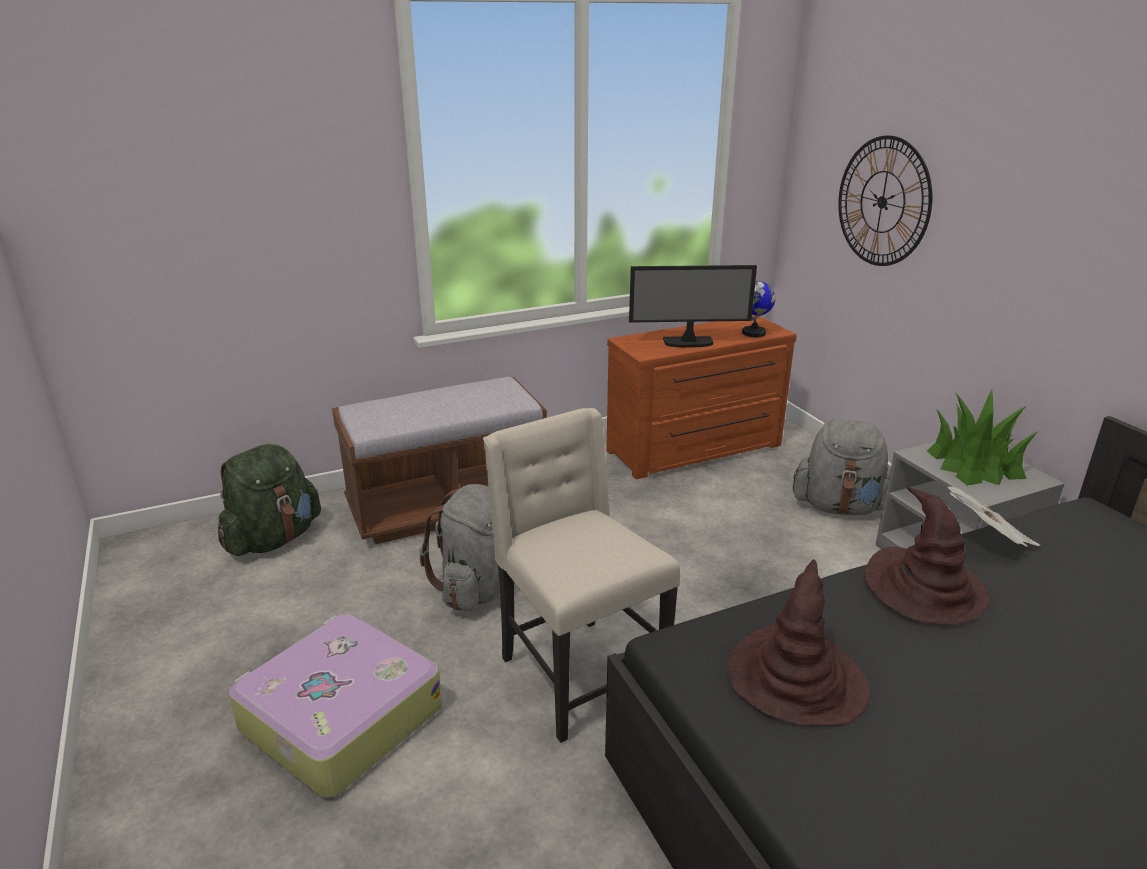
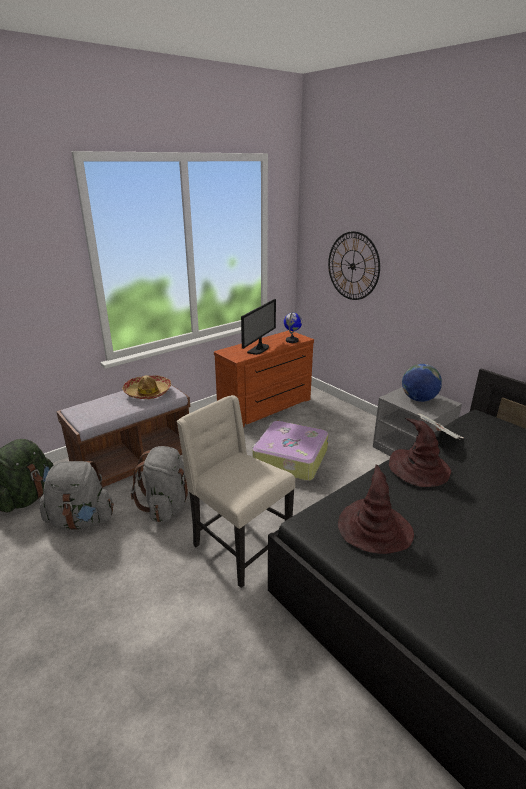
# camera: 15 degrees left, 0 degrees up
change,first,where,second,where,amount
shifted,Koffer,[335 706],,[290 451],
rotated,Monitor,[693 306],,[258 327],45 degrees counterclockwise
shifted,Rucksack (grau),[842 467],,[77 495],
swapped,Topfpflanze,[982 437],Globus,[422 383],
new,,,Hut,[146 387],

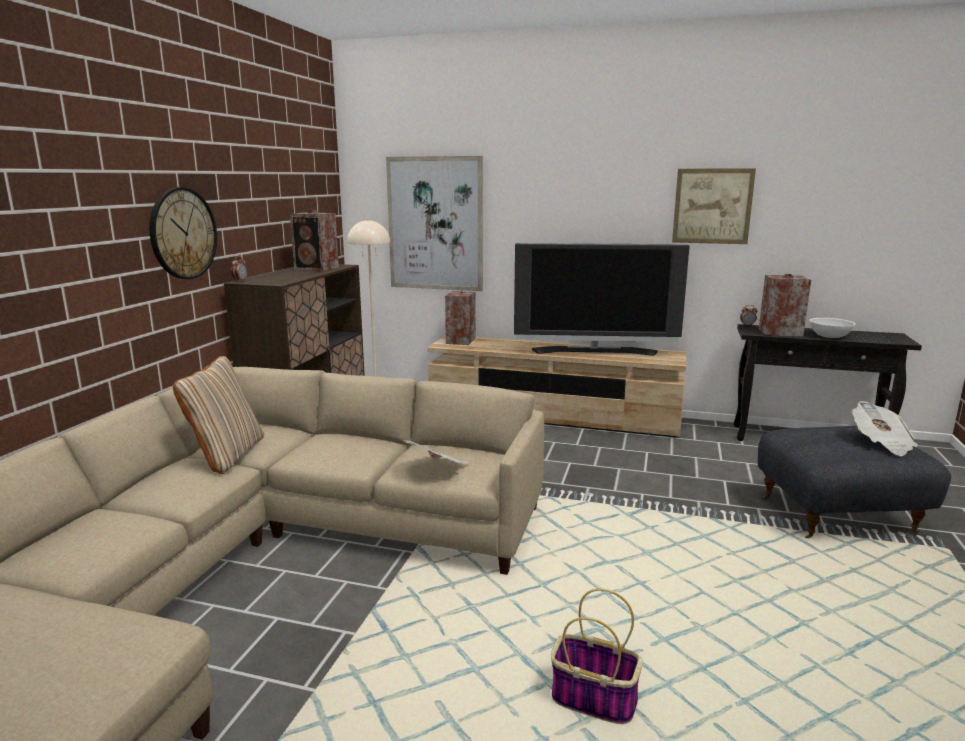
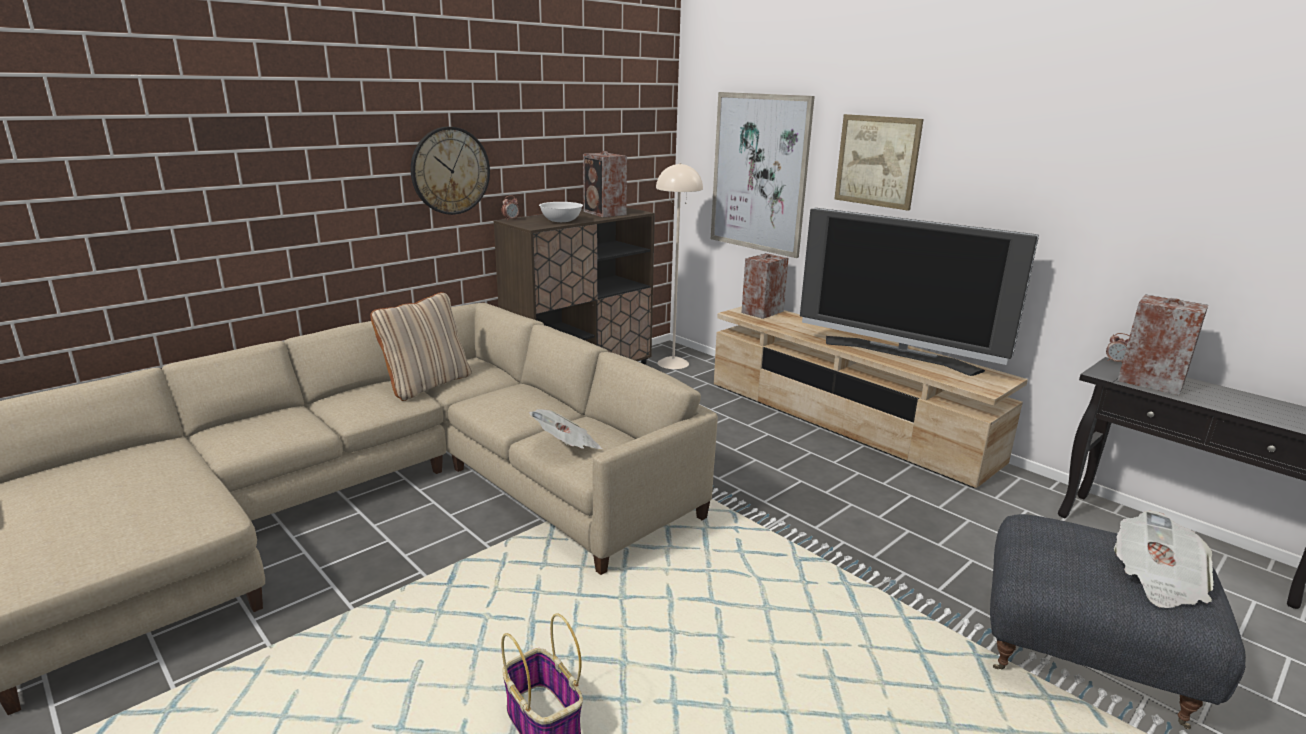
# camera: 30 degrees right, 5 degrees up
change,first,where,second,where,amount
shifted,Bild,[714 206],,[879 162],
shifted,Schüssel (weiß),[832 328],,[561 212],

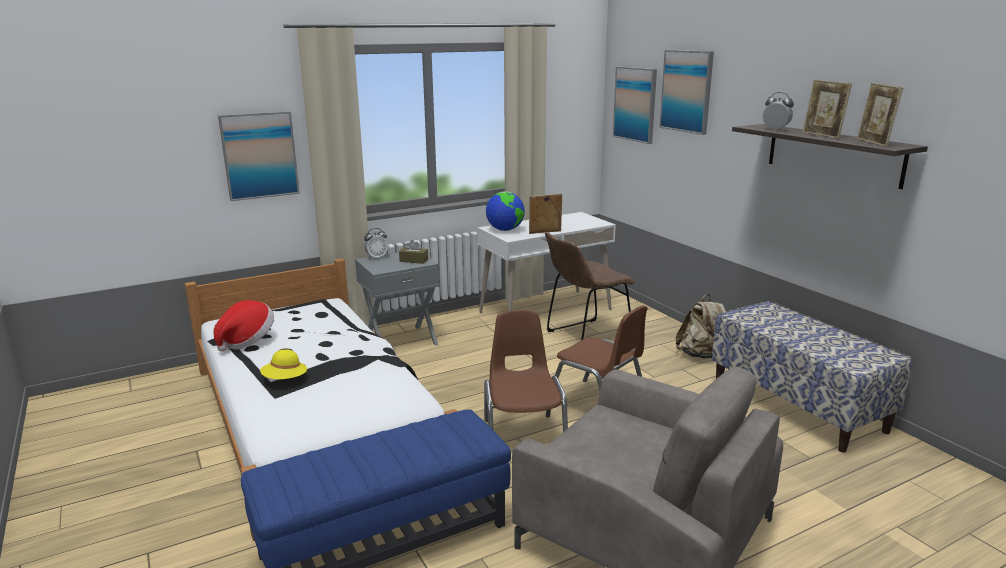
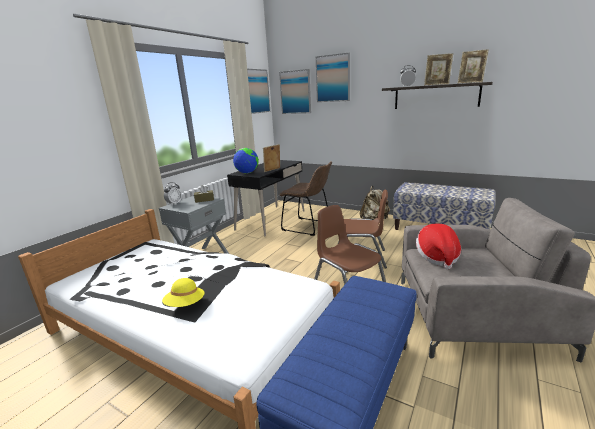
# camera: 30 degrees left, 0 degrees up
change,first,where,second,where,amount
shifted,Hut,[244 326],,[438 246],
shifted,Bild,[259 156],,[258 91],
repainted,Schreibtisch (weiß),[547 262],Schreibtisch (schwarz),[266 198],
rotated,Stuhl (braun),[590 286],,[306 198],90 degrees counterclockwise

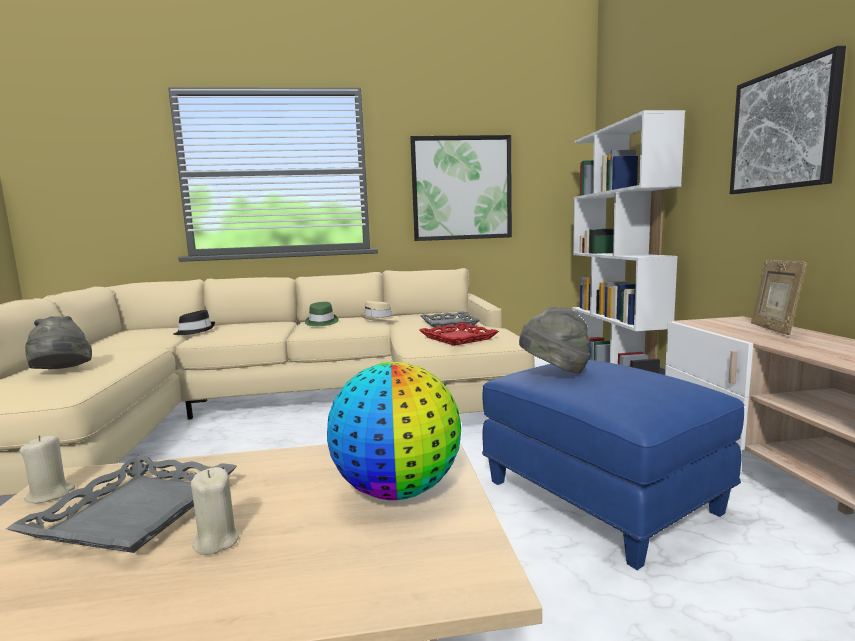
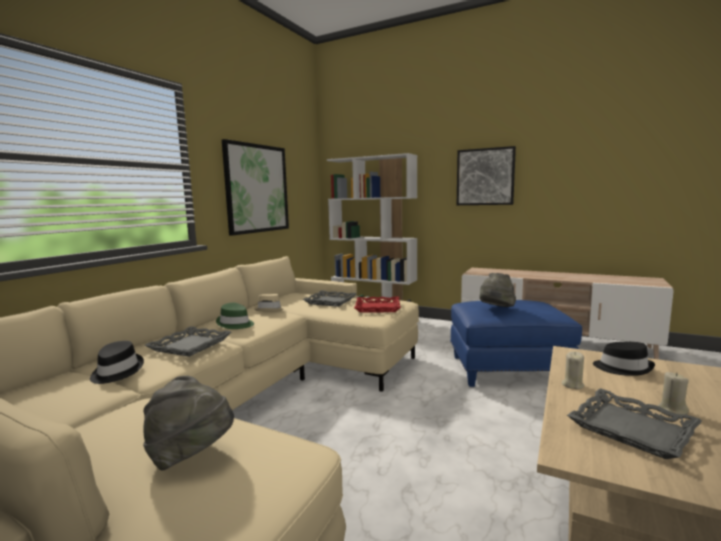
# camera: 55 degrees left, 0 degrees up
change,first,where,second,where,amount
shifted,Kerze (beige),[47 469],,[573 370],
swapped,Globus,[394 431],Hut (schwarz),[624 359],
gone,Bilderrahmen,[779 297],,,
new,,,Tablett (grau),[187 341],

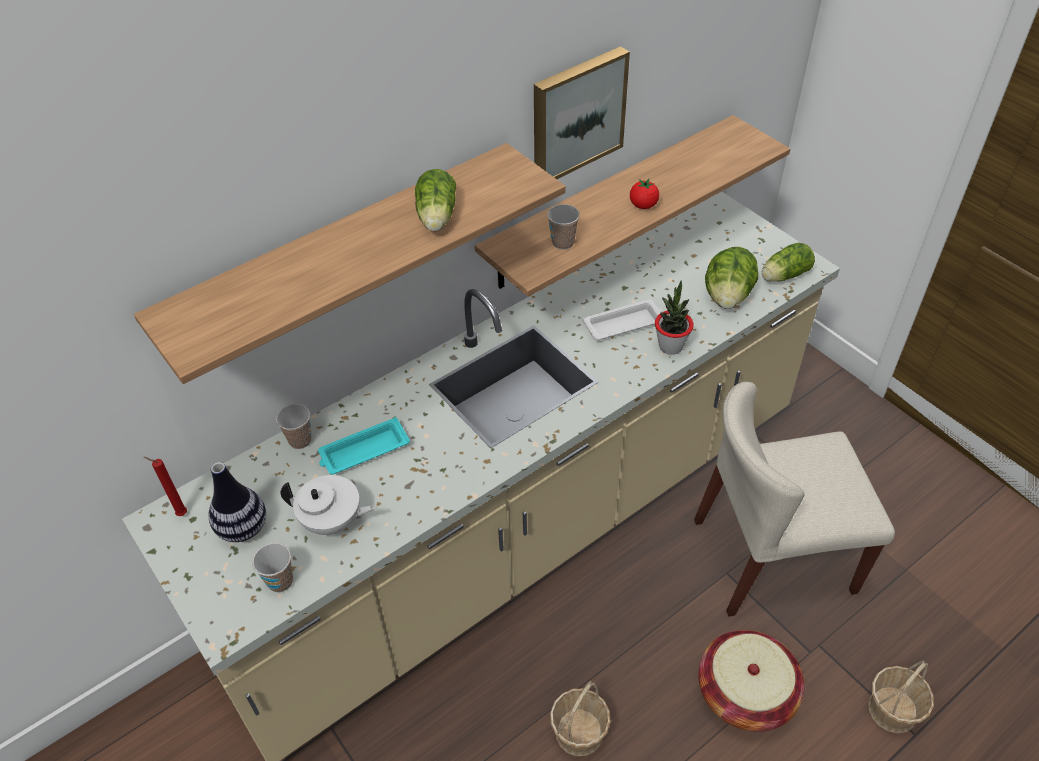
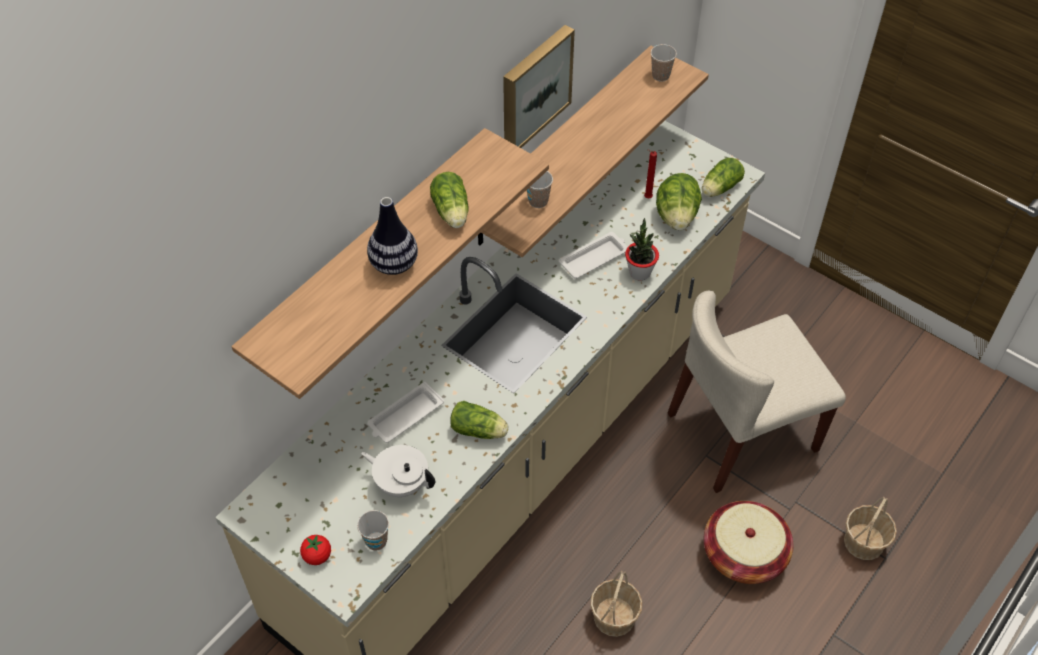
# camera: 15 degrees left, 5 degrees up
change,first,where,second,where,amount
shifted,Kerze (rot),[165 486],,[650 174],
shifted,Vase,[237 502],,[392 236],
shifted,Tasse,[293 426],,[664 63],
rotated,Teekanne (weiß),[328 505],,[398 471],150 degrees counterclockwise
repainted,Tablett (türkis),[364 446],Tablett (weiß),[405 412],
shifted,Tomate,[644 194],,[315 550],
new,,,Salatkopf,[479 420],

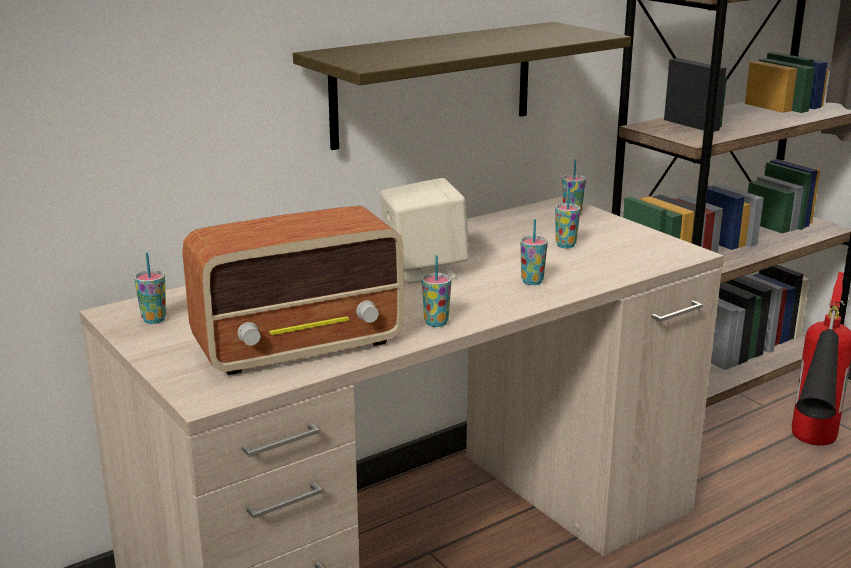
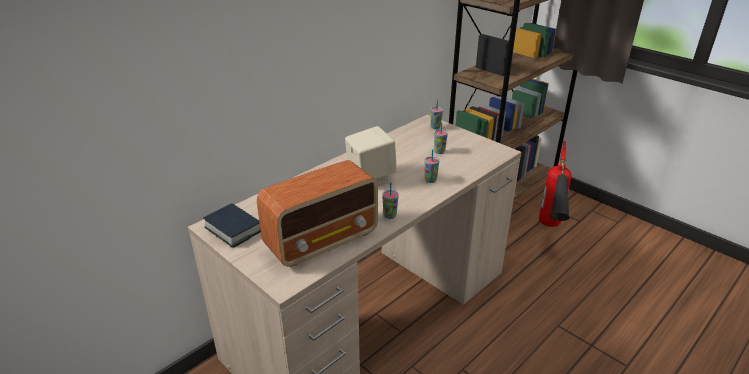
# camera: 10 degrees left, 10 degrees up
change,first,where,second,where,amount
swapped,Tasse,[150 288],Buch,[232 225],
gone,Wandregal,[462 86],,,

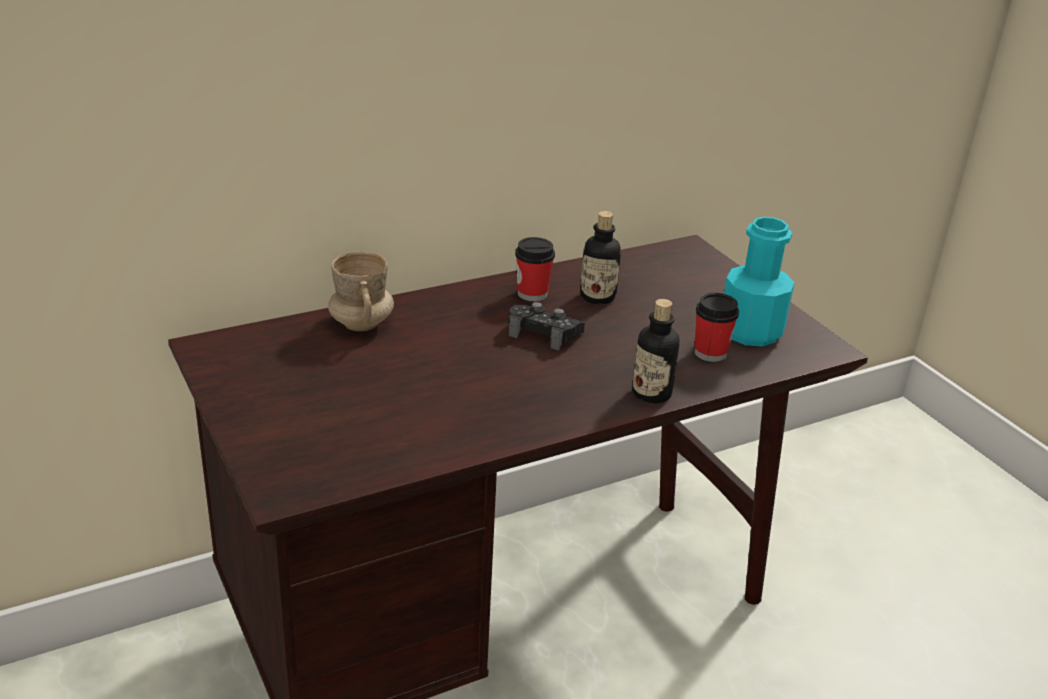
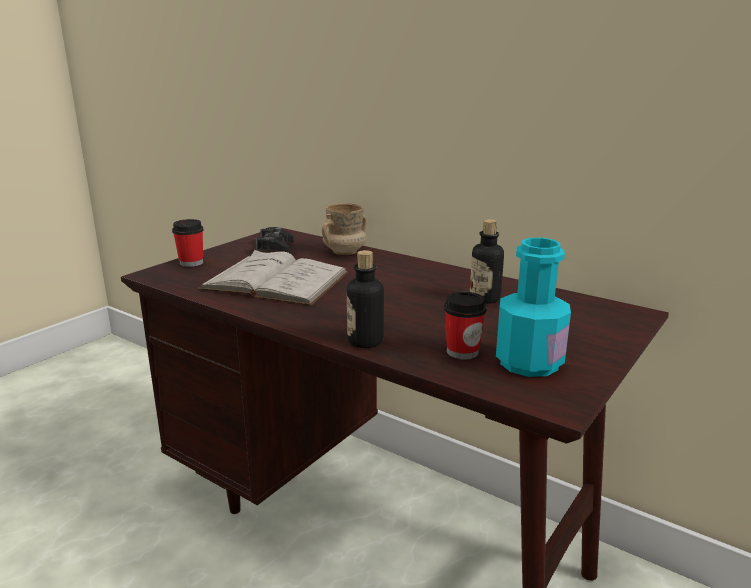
# camera: 65 degrees right, 10 degrees down
change,first,where,second,where,amount
shifted,Gamepad (schwarz),[547 326],,[274 240],
shifted,Tasse,[535 269],,[187 243],
new,,,Buch (weiß),[272 277],

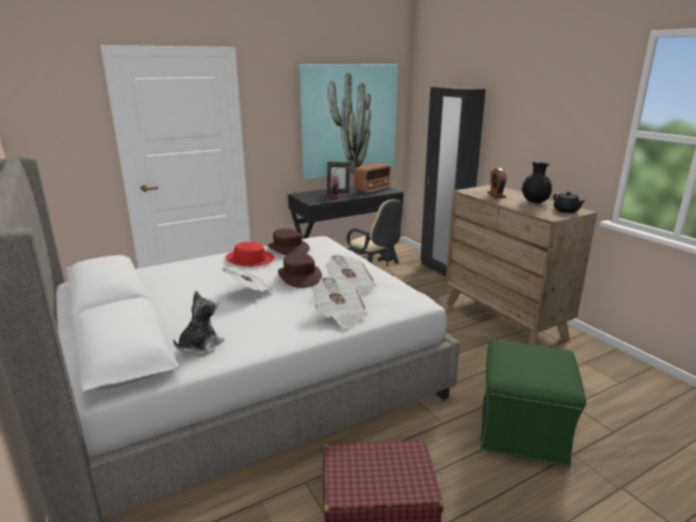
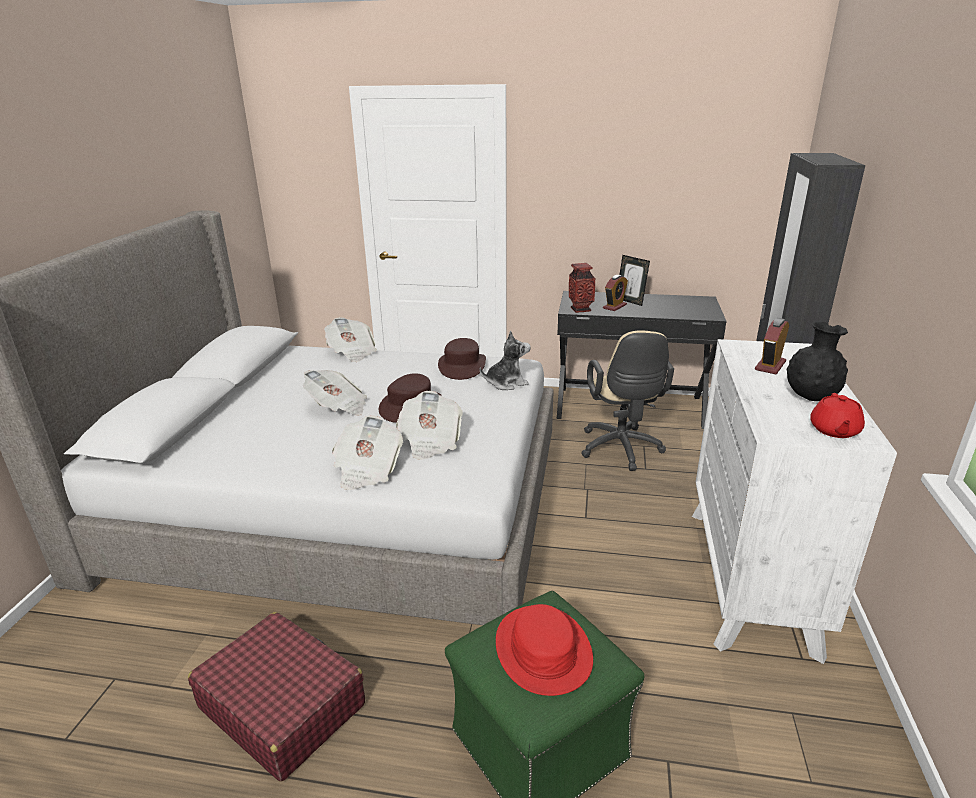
# camera: 40 degrees right, 5 degrees up
change,first,where,second,where,amount
shifted,Plüschtier,[198 323],,[505 360],
shifted,Hut (rot),[249 254],,[544 650],
gone,Bild,[348 122],,,
gone,Radio,[372 178],,,
repainted,Kommode (braun),[521 265],Kommode (weiß),[794 501],
repainted,Teekanne (schwarz),[569 202],Teekanne (rot),[837 415],
new,,,Zeitung,[350 339],
new,,,Vase,[582 288],

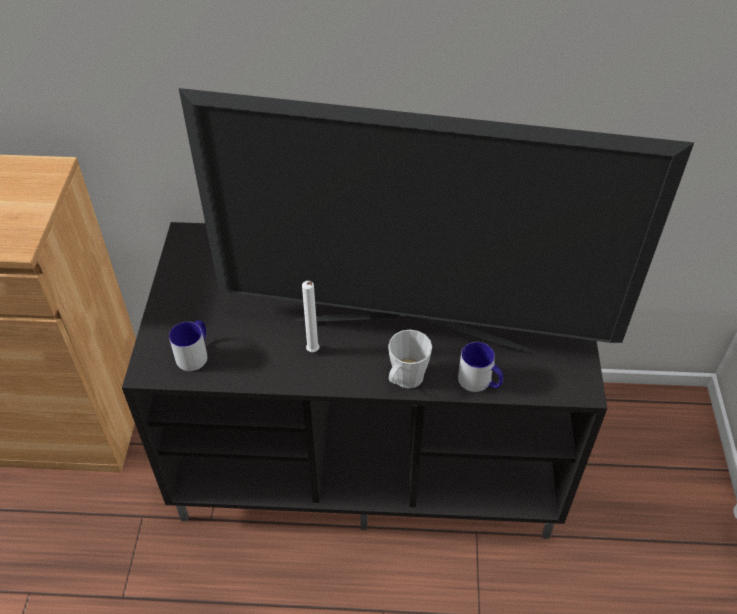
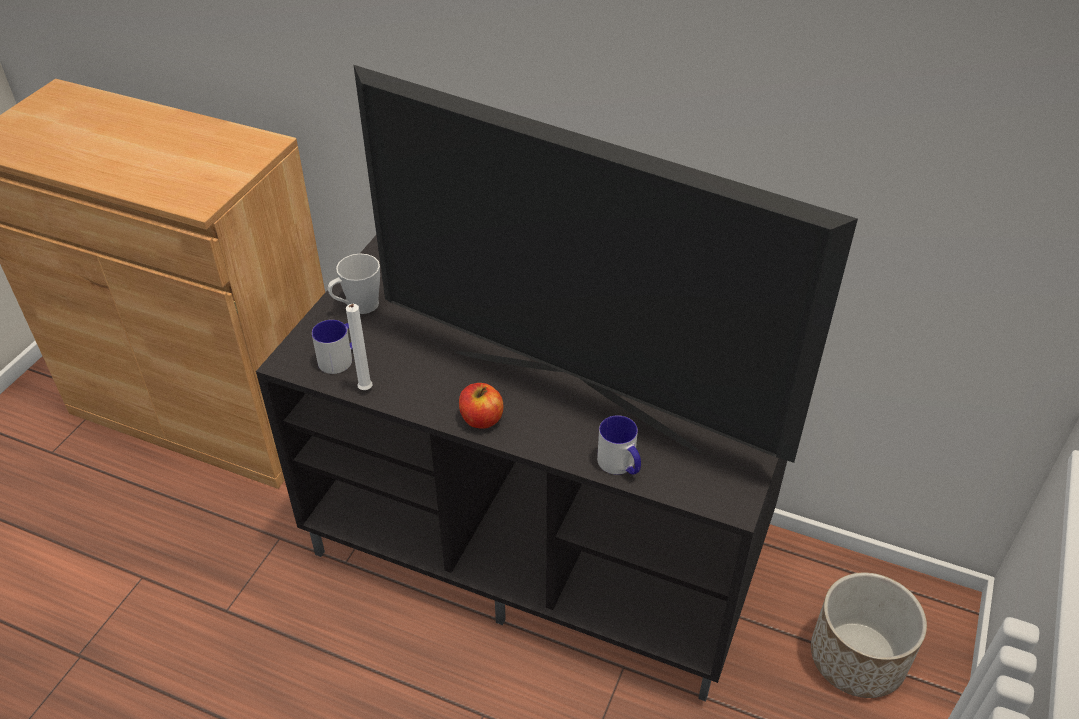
# camera: 20 degrees right, 5 degrees down
change,first,where,second,where,amount
shifted,Kerze (weiß),[310 316],,[359 347],
shifted,Henkelbecher (grau),[410 359],,[354 283],
new,,,Apfel,[481 406],
new,,,Pflanzkübel,[869 635],

